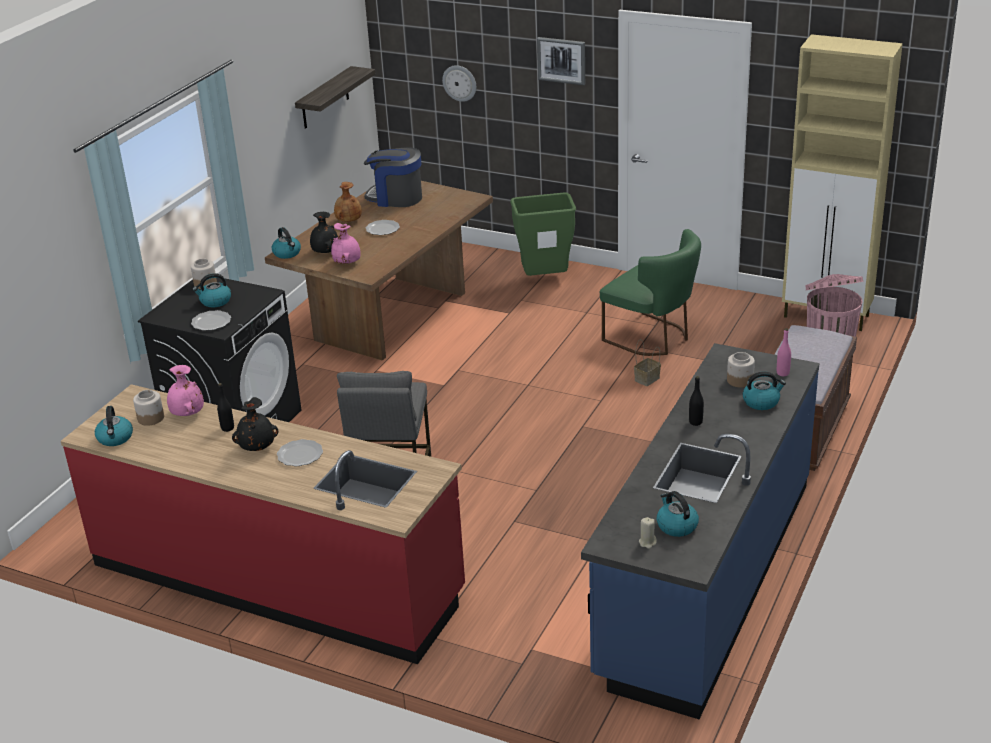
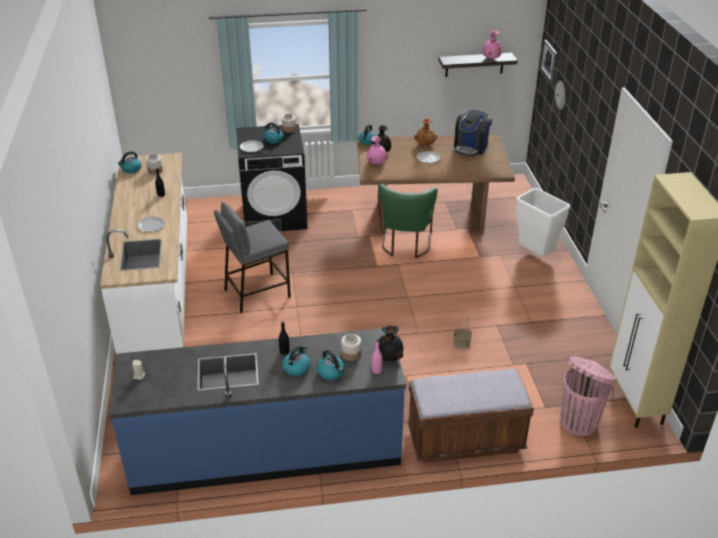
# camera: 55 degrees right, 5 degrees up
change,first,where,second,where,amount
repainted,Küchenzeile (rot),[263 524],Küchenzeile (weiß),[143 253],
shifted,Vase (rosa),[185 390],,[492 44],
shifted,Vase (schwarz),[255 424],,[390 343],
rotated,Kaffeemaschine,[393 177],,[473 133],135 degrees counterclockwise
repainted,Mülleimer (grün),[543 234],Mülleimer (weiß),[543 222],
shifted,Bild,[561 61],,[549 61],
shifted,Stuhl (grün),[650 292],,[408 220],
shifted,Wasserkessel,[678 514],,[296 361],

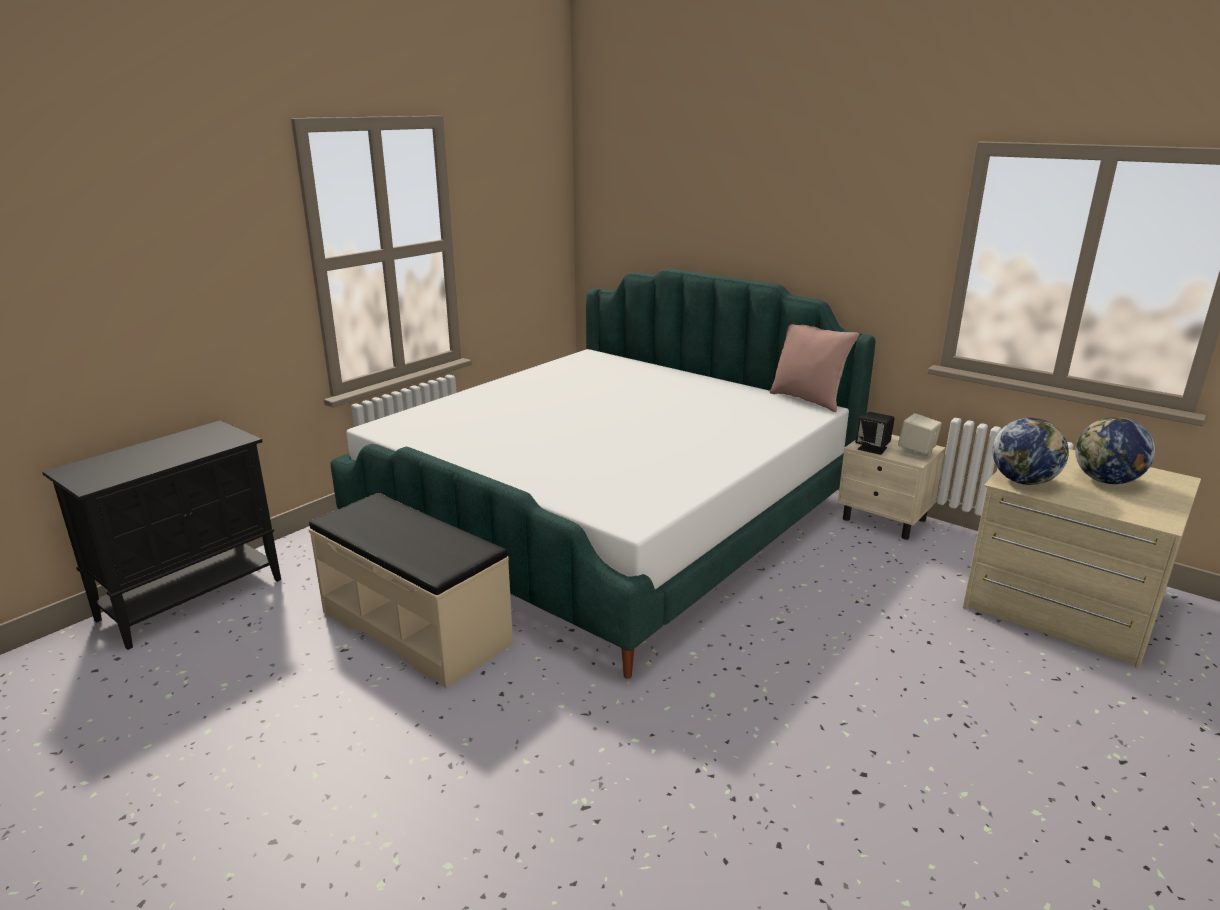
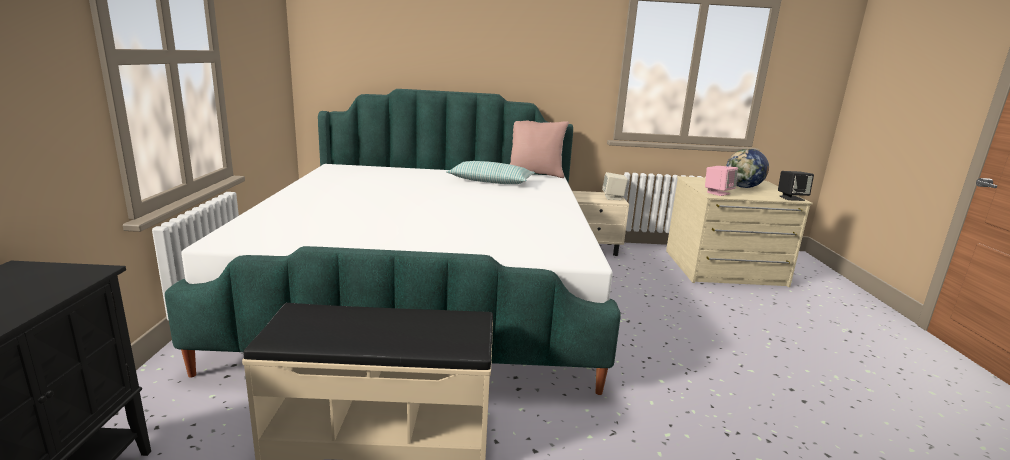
# camera: 40 degrees left, 5 degrees down
change,first,where,second,where,amount
shifted,Lautsprecher (schwarz),[875 433],,[796 186],
swapped,Globus,[1030 451],Lautsprecher (rosa),[721 181],
new,,,Kissen,[490 172],

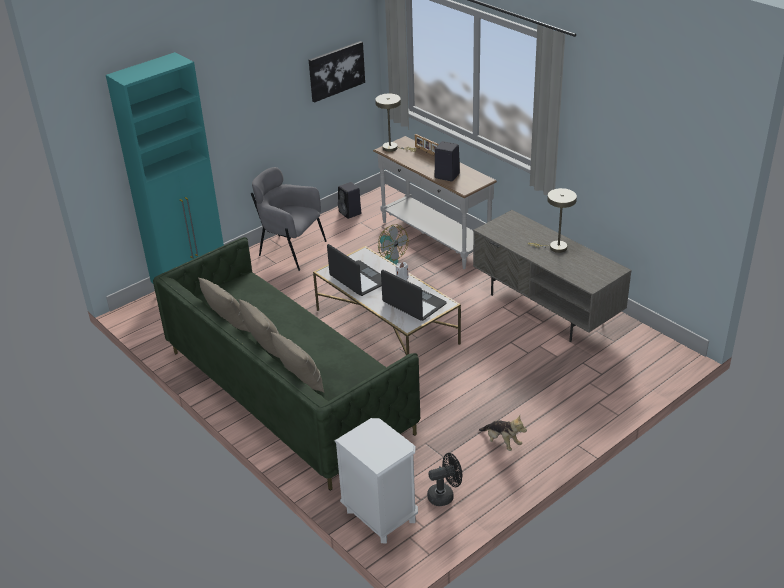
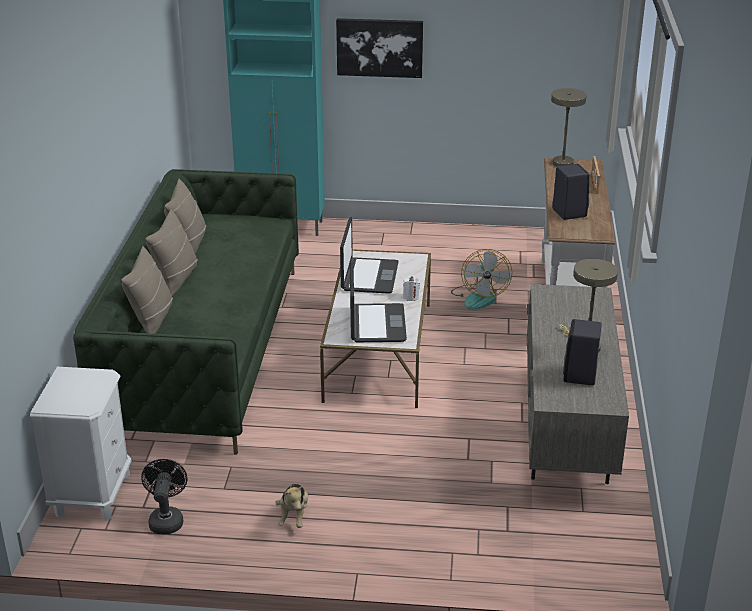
# camera: 45 degrees right, 5 degrees down
change,first,where,second,where,amount
gone,Sessel (grau),[289 219],,,
shifted,Bild,[337 71],,[379 48],
shifted,Lautsprecher (schwarz),[349 200],,[582 352],
rotated,Ventilator (schwarz),[444 479],,[164 496],120 degrees counterclockwise

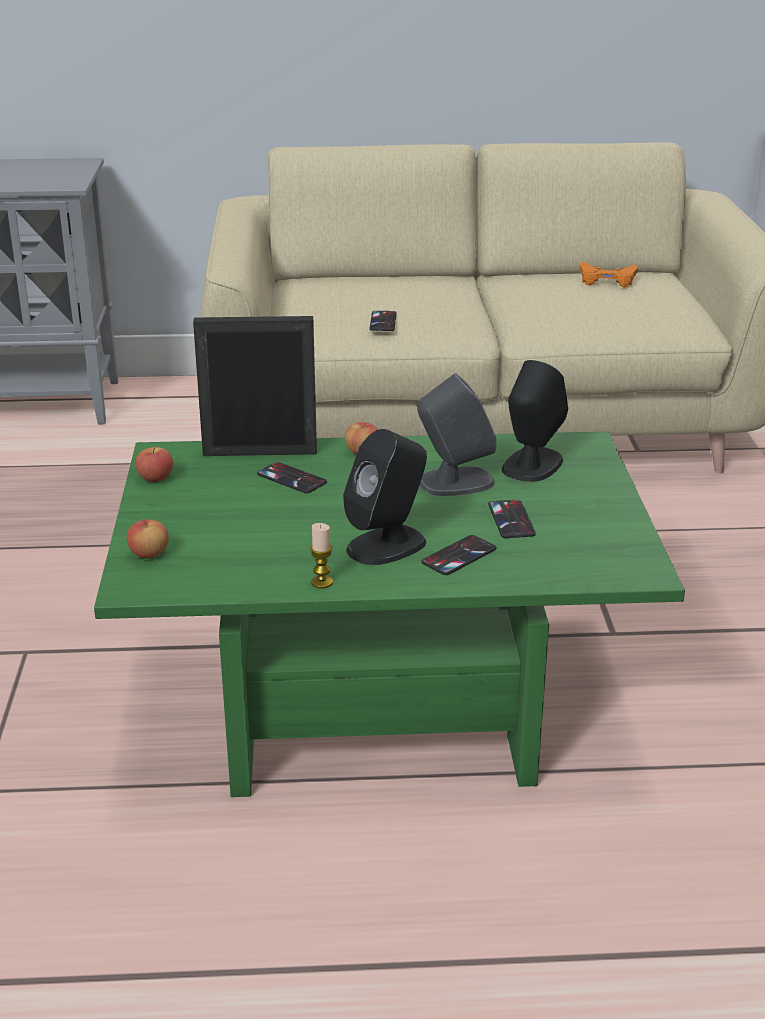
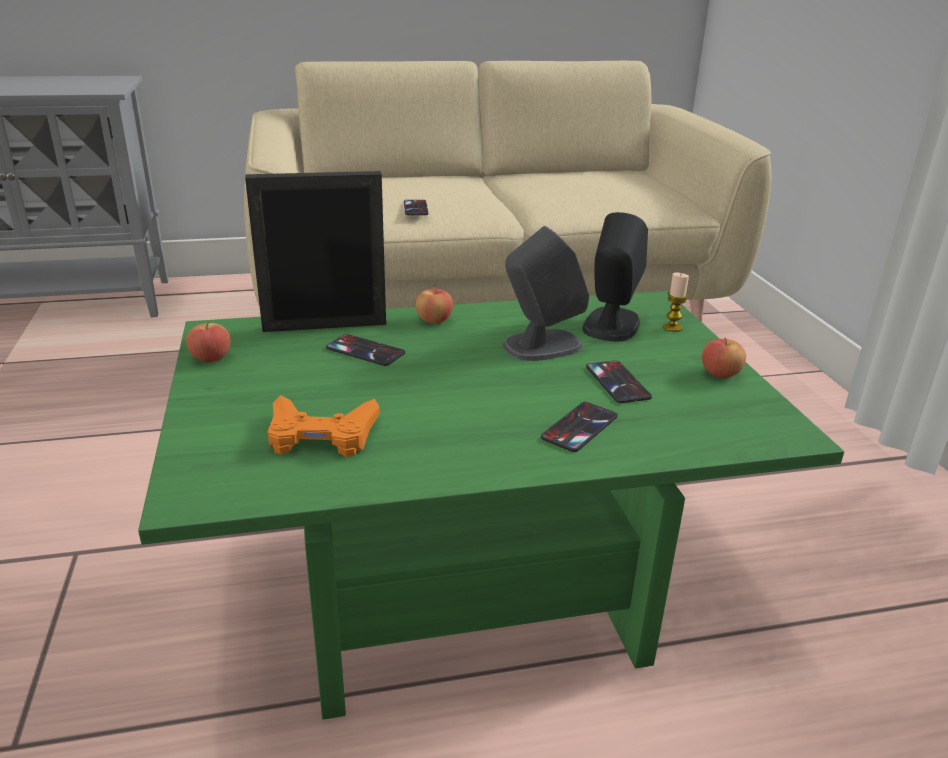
# camera: 10 degrees left, 0 degrees up
change,first,where,second,where,amount
shifted,Apfel,[148 539],,[724 358],
shifted,Kerze,[321 555],,[676 302],
gone,Lautsprecher (schwarz),[385 497],,,
shifted,Gamepad (orange),[608 274],,[324 426],

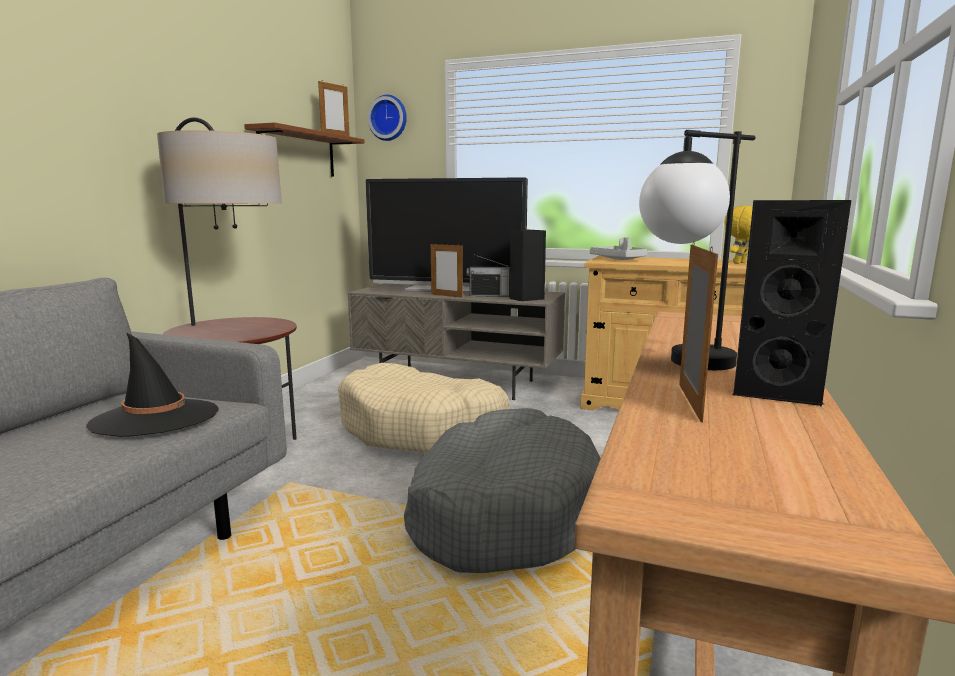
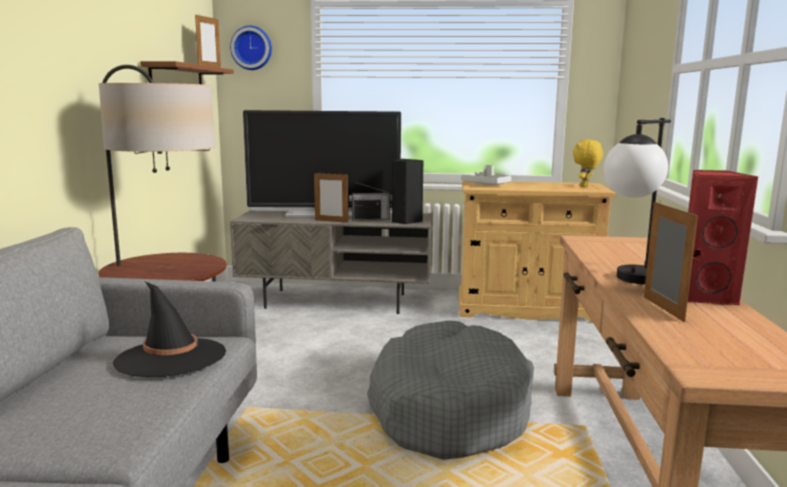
# camera: 15 degrees left, 0 degrees up
change,first,where,second,where,amount
gone,Hundebett (beige),[424 408],,,
repainted,Lautsprecher (schwarz),[791 303],Lautsprecher (rot),[723 238],

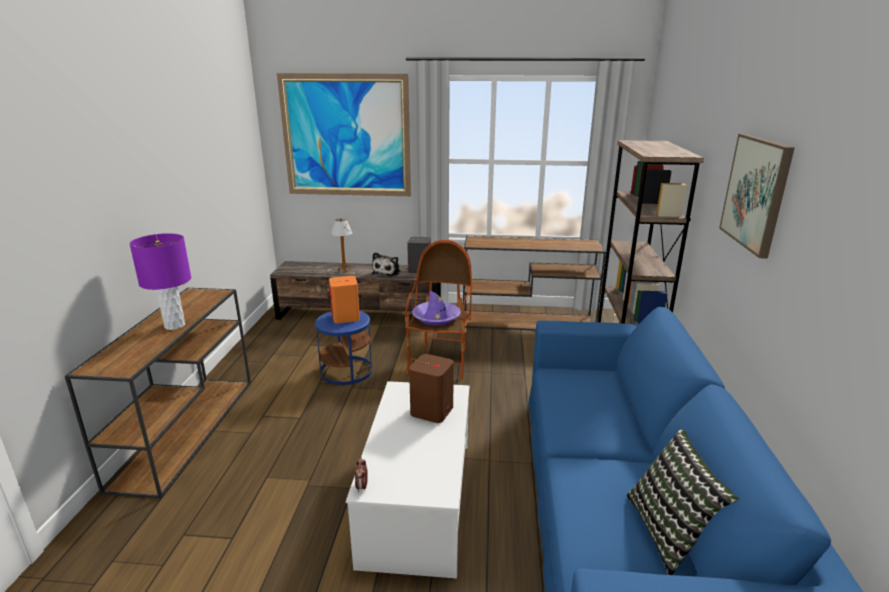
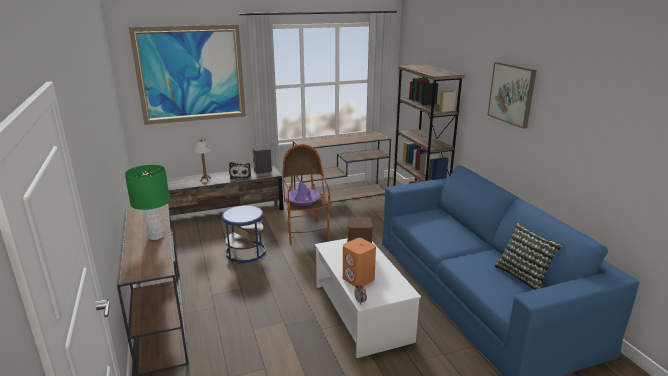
# camera: 25 degrees left, 0 degrees up
change,first,where,second,where,amount
repainted,Tischlampe (lila),[160 281],Tischlampe (grün),[147 202],
shifted,Lautsprecher (orange),[344 299],,[359 262],

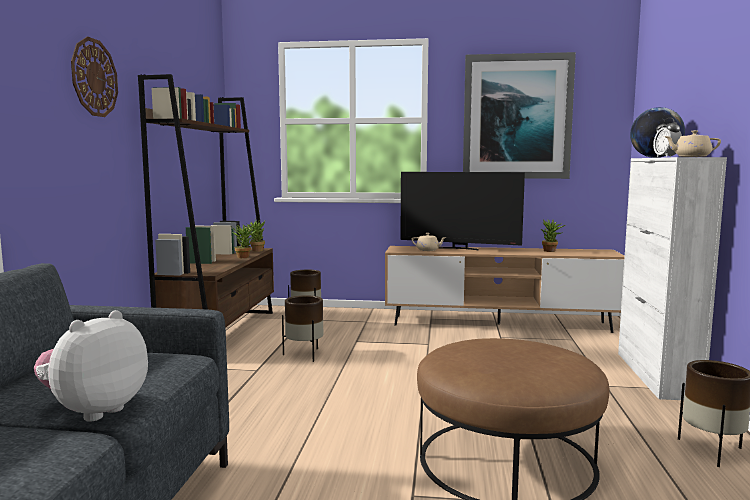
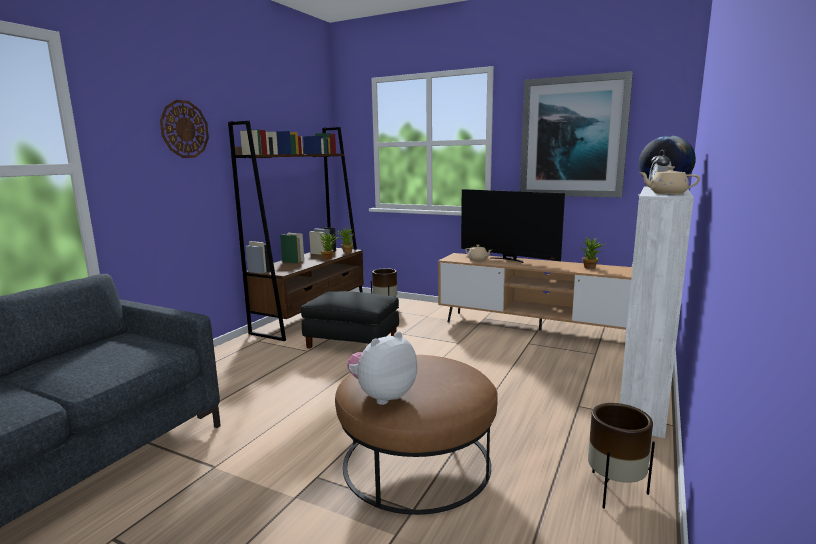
# camera: 20 degrees right, 5 degrees up
change,first,where,second,where,amount
shifted,Plüschtier,[91 366],,[382 368],
swapped,Pflanzkübel (braun),[302 328],Polsterhocker (schwarz),[350 320],

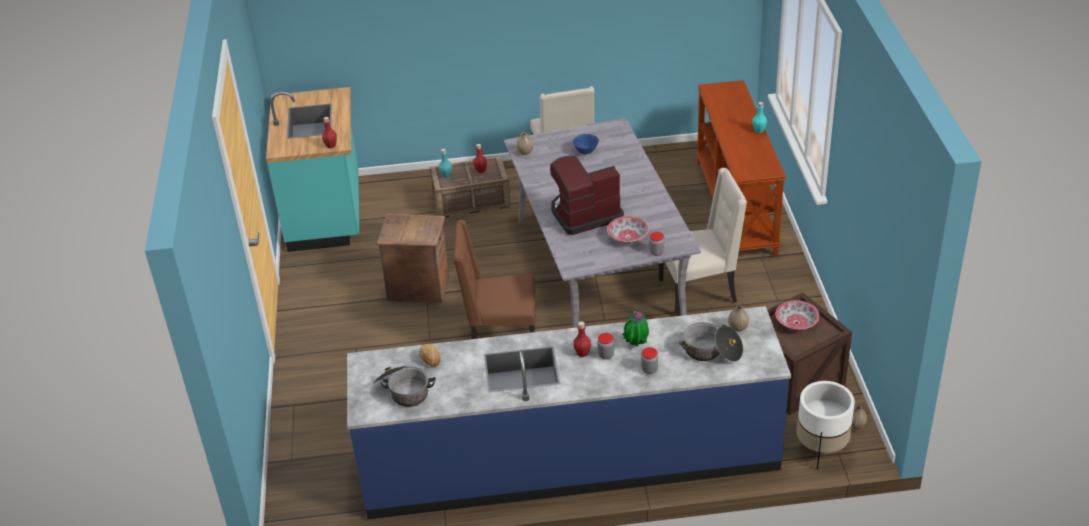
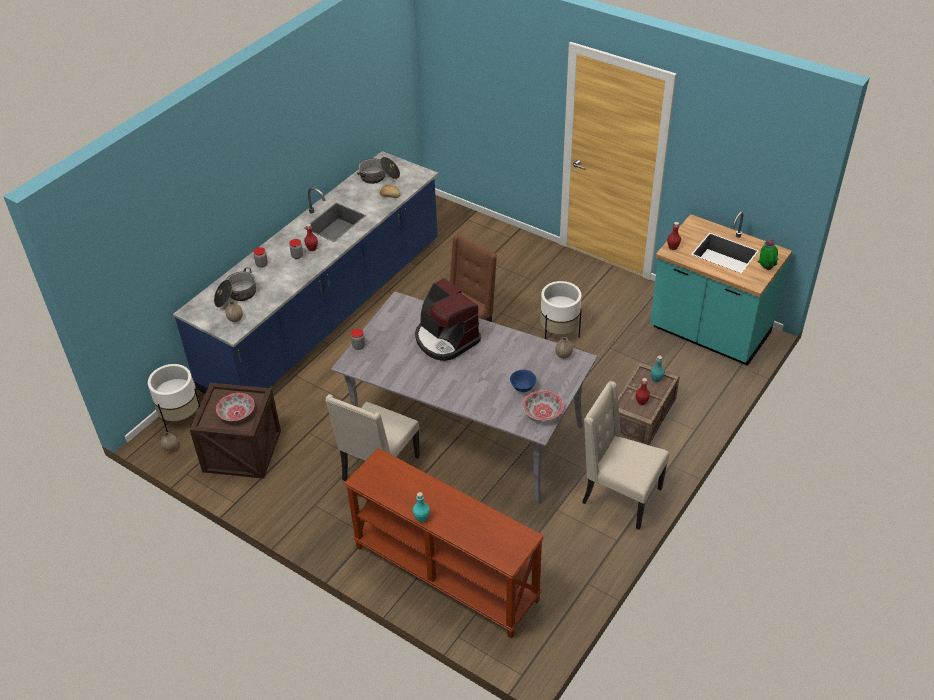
# camera: 130 degrees right, 5 degrees up
change,first,where,second,where,amount
swapped,Kiste,[413 258],Pflanzkübel (weiß),[561 310],
rotated,Kaffeemaschine,[587 195],,[448 319],120 degrees clockwise
shifted,Schüssel,[628 229],,[543 406],
shifted,Topfpflanze,[635 328],,[768 254],

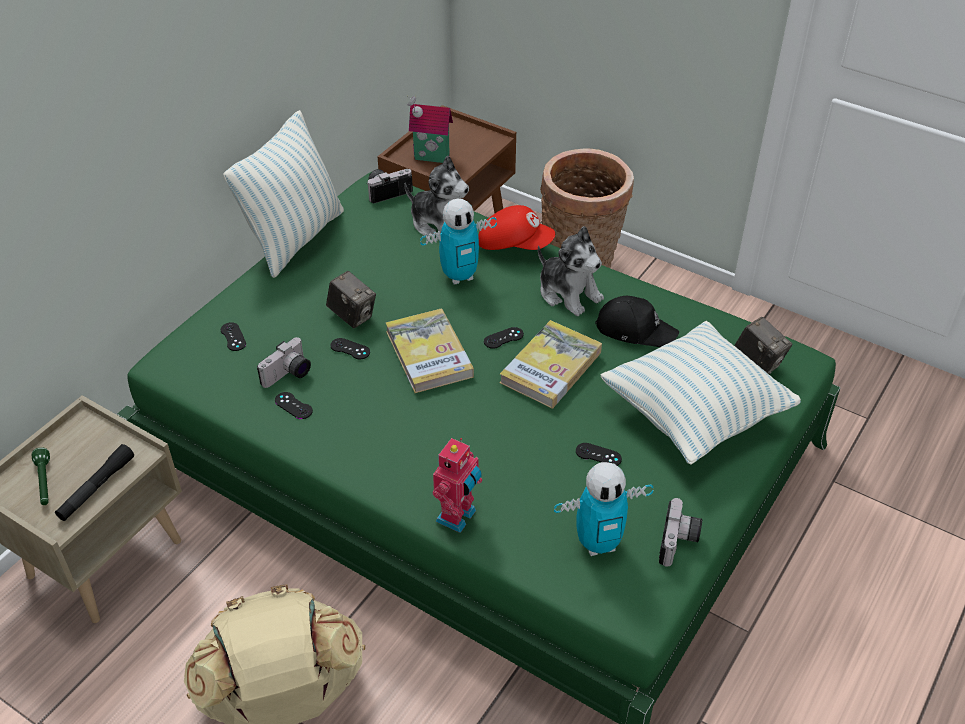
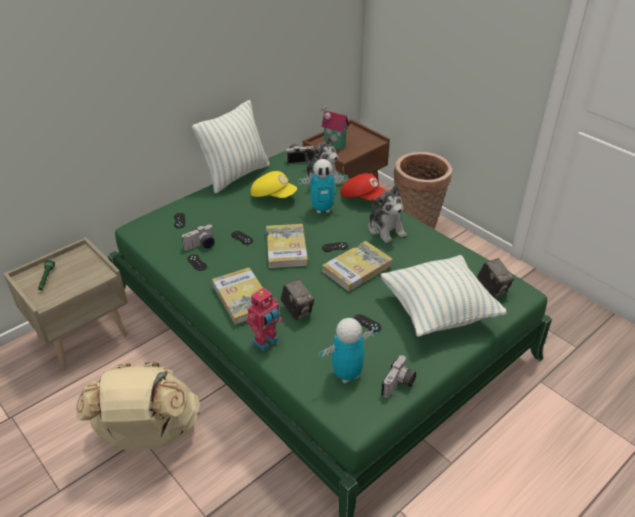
# camera: 15 degrees right, 5 degrees down
change,first,where,second,where,amount
gone,Taschenlampe (schwarz),[94 482],,,
shifted,Kamera,[351 299],,[298 299],
rotated,Spielzeugroboter,[603 509],,[347 350],150 degrees clockwise
gone,Kappe (schwarz),[637 321],,,
new,,,Buch,[237 296],
new,,,Kappe (gelb),[274 184],

